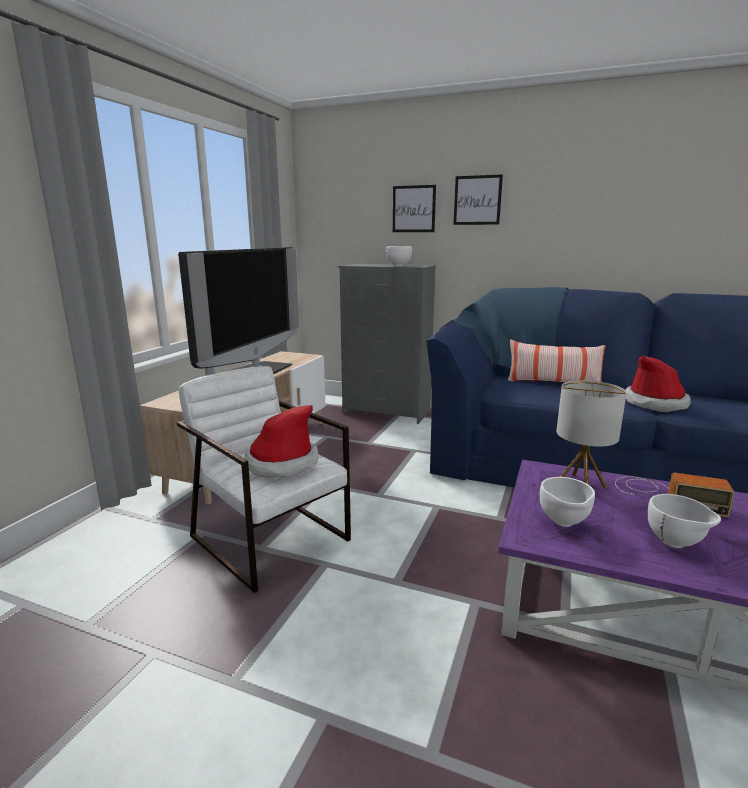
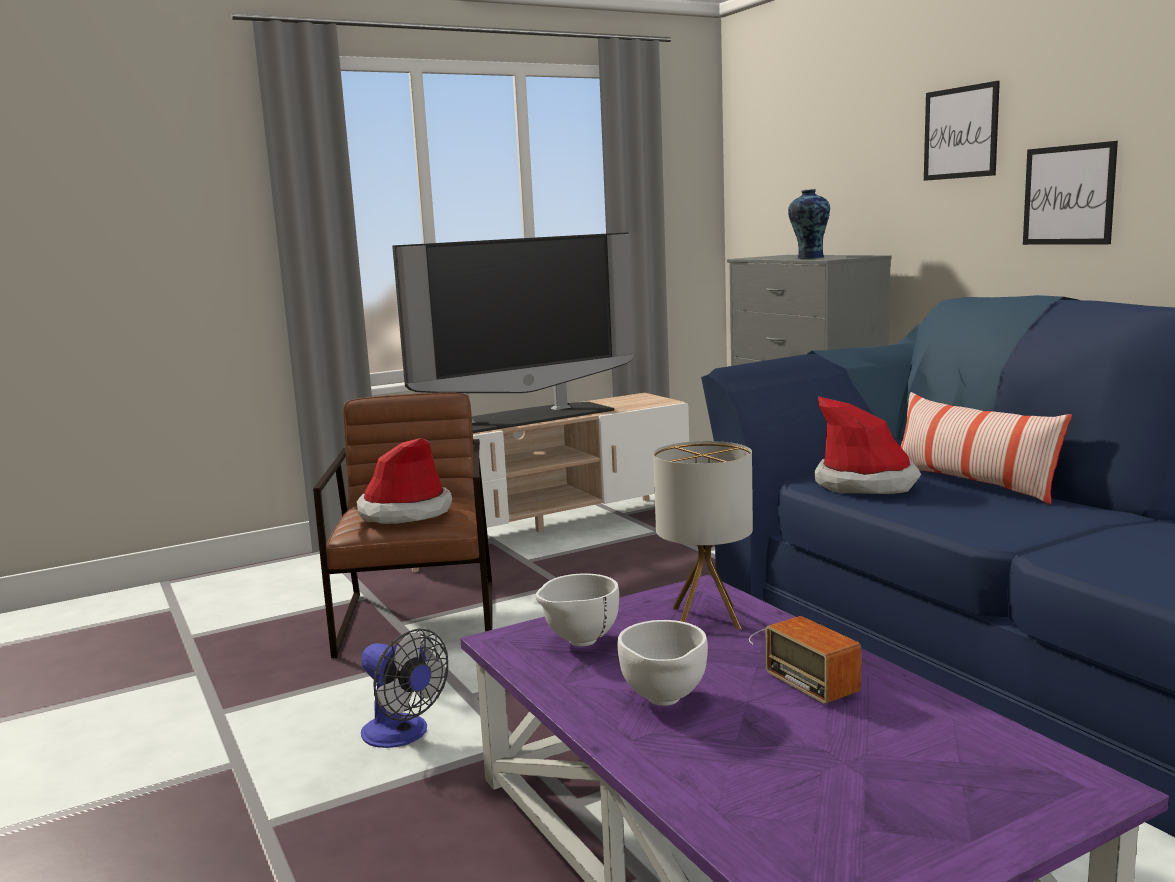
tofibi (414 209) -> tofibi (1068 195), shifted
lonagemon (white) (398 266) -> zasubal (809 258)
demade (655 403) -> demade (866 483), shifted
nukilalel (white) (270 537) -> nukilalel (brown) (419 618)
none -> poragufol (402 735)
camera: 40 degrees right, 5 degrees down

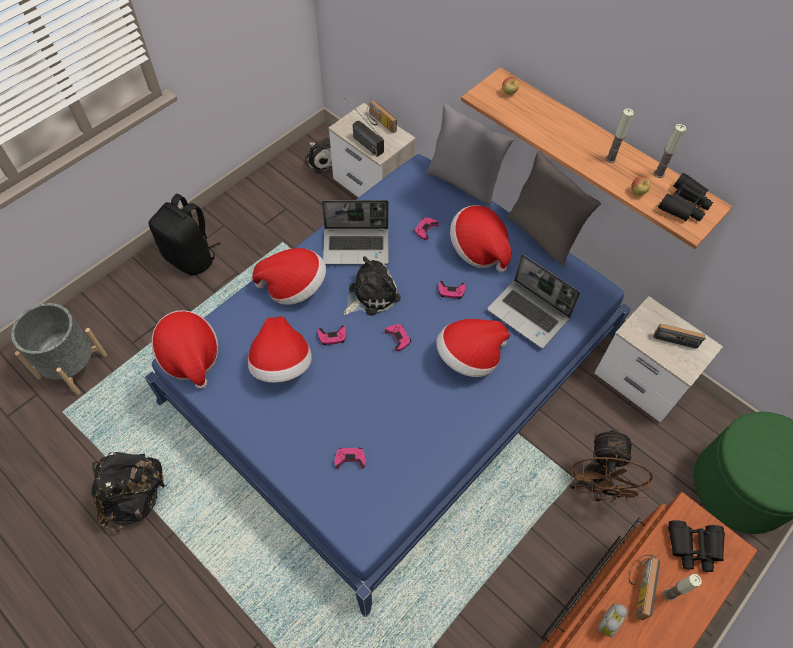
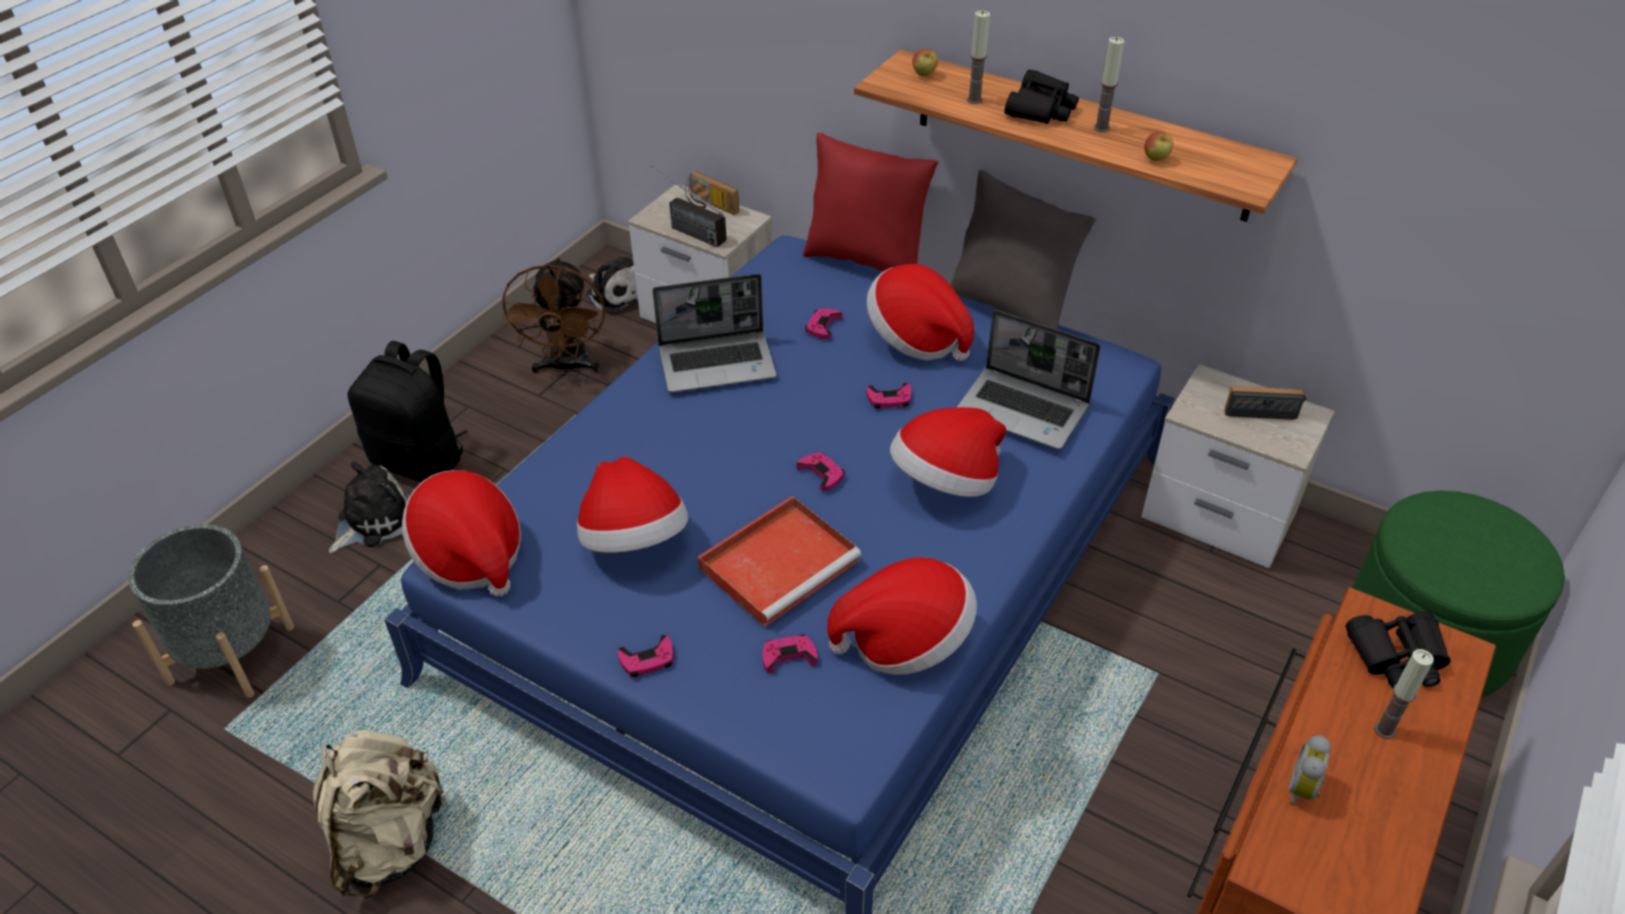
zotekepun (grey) (464 182) -> zotekepun (red) (866 259)
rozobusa (659 174) -> rozobusa (974 100), shifted
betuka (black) (684 204) -> betuka (black) (1040 109), shifted
demade (294 287) -> demade (905 640), shifted
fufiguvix (371 295) -> fufiguvix (373 520), shifted
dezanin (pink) (332 337) -> dezanin (pink) (647 660), shifted
poragufol (brown) (595 487) -> poragufol (brown) (566 367), shifted
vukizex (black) (135 497) -> vukizex (beige) (390 843)
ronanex (638 587) -> none
none -> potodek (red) (780 562)
camera: 10 degrees left, 15 degrees down

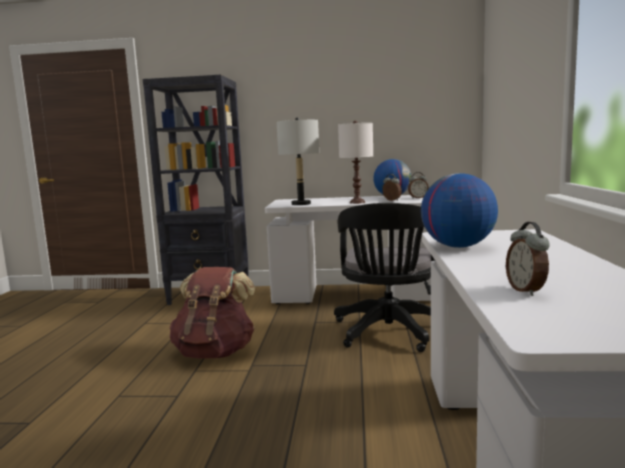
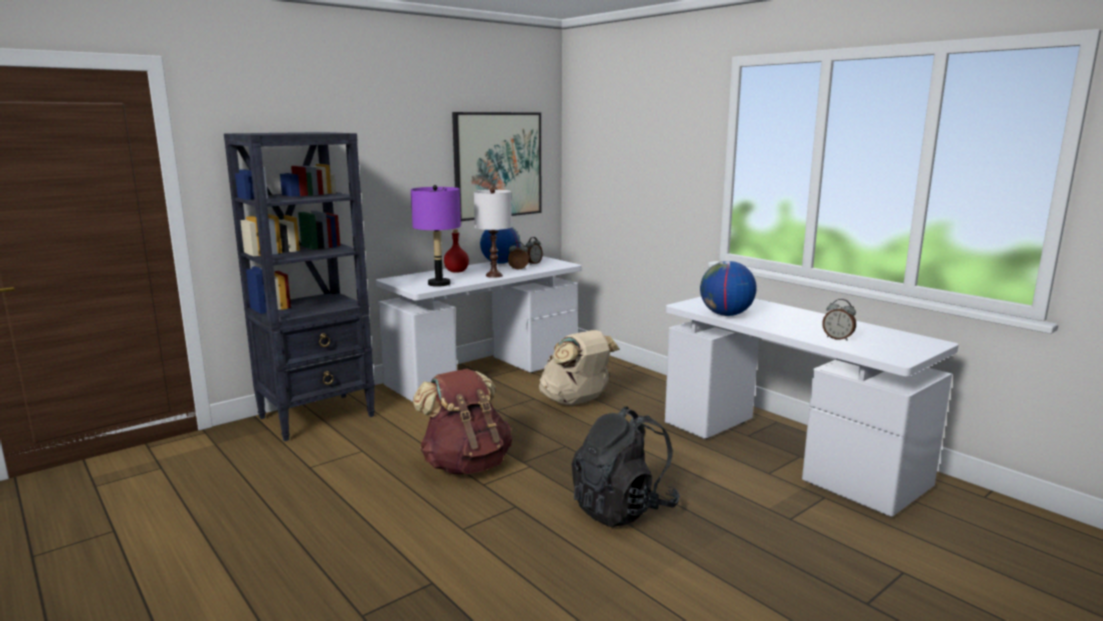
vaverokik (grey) (301 204) -> vaverokik (purple) (439 284)
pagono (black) (388 333) -> vukizex (beige) (576 401)
none -> tofibi (497 165)
none -> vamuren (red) (457 271)
none -> vukizex (black) (623 509)
camera: 45 degrees left, 5 degrees up

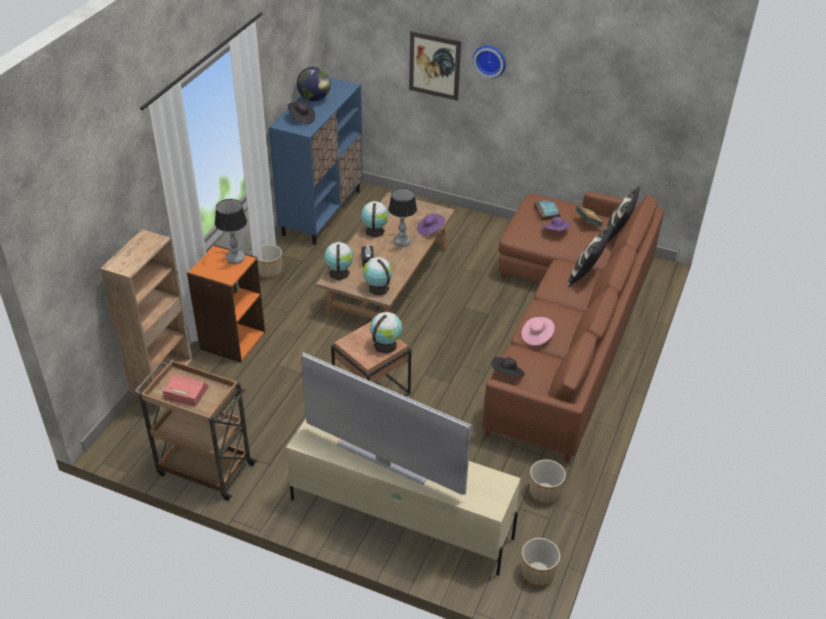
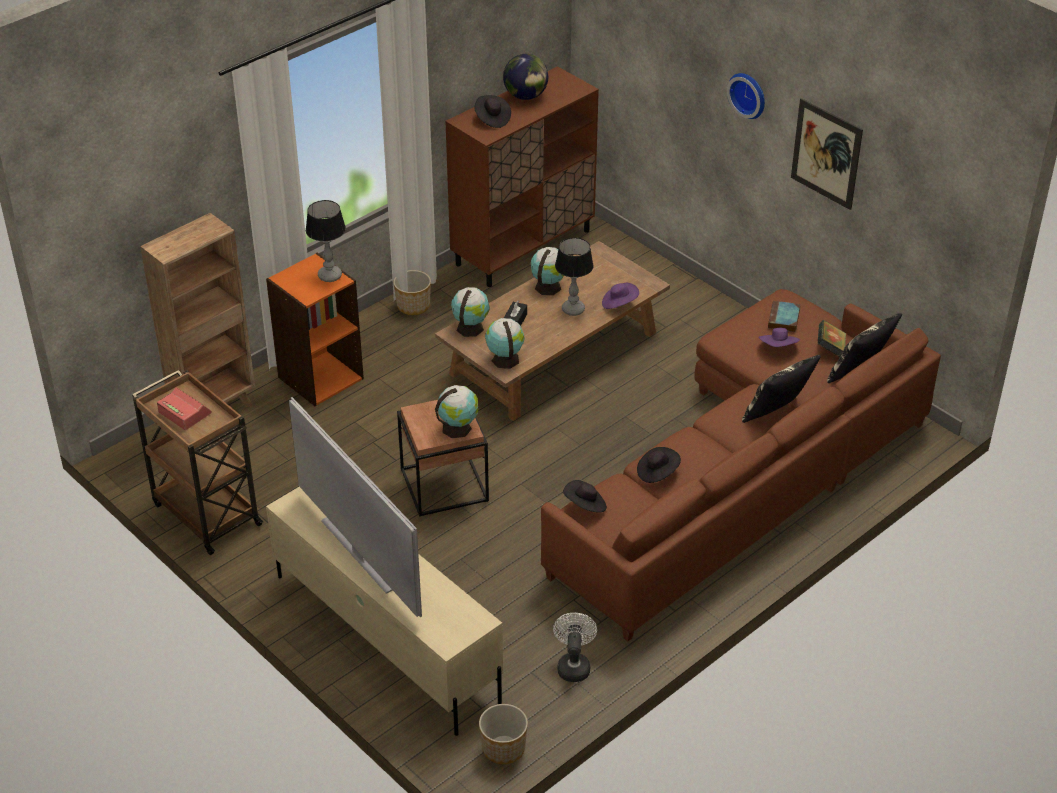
tofibi (434 65) -> tofibi (826 153), shifted
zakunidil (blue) (322 212) -> zakunidil (brown) (523 247)
demade (pink) (537 336) -> demade (black) (657 472)
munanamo (544 492) -> poragufol (white) (573 665)
camera: 25 degrees right, 0 degrees up

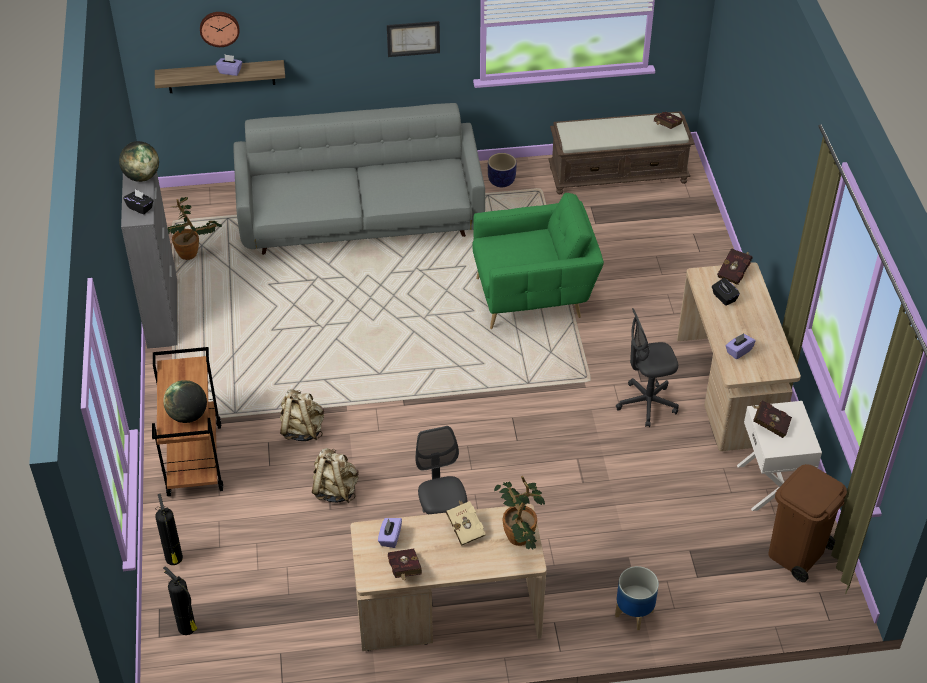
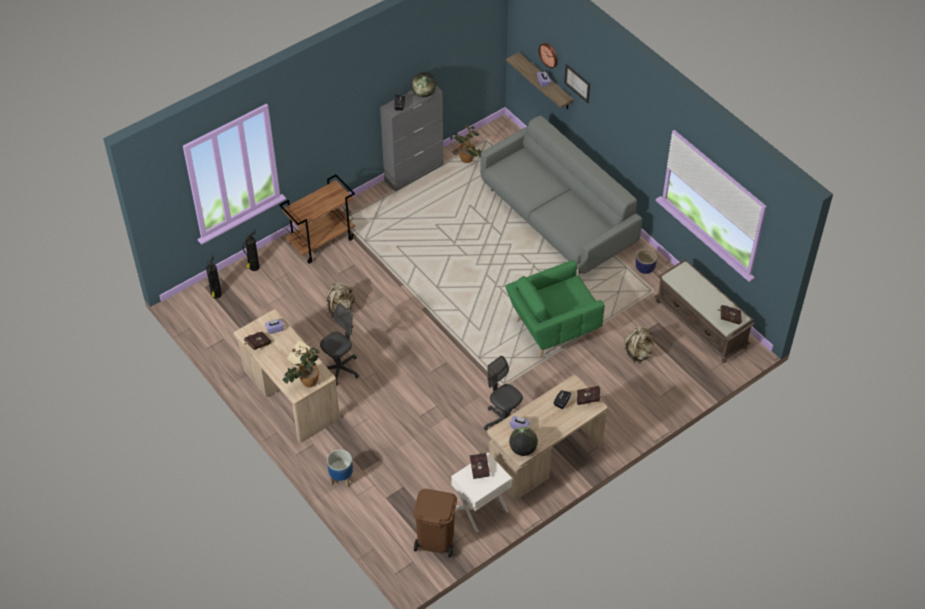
tofibi (413 38) -> tofibi (577 83), shifted
nukilalel (green) (533 297) -> nukilalel (green) (552 329), 105 degrees clockwise
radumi (188 415) -> radumi (523 449), shifted
vukizex (beige) (302 430) -> vukizex (beige) (638 353), shifted
camera: 60 degrees right, 5 degrees up

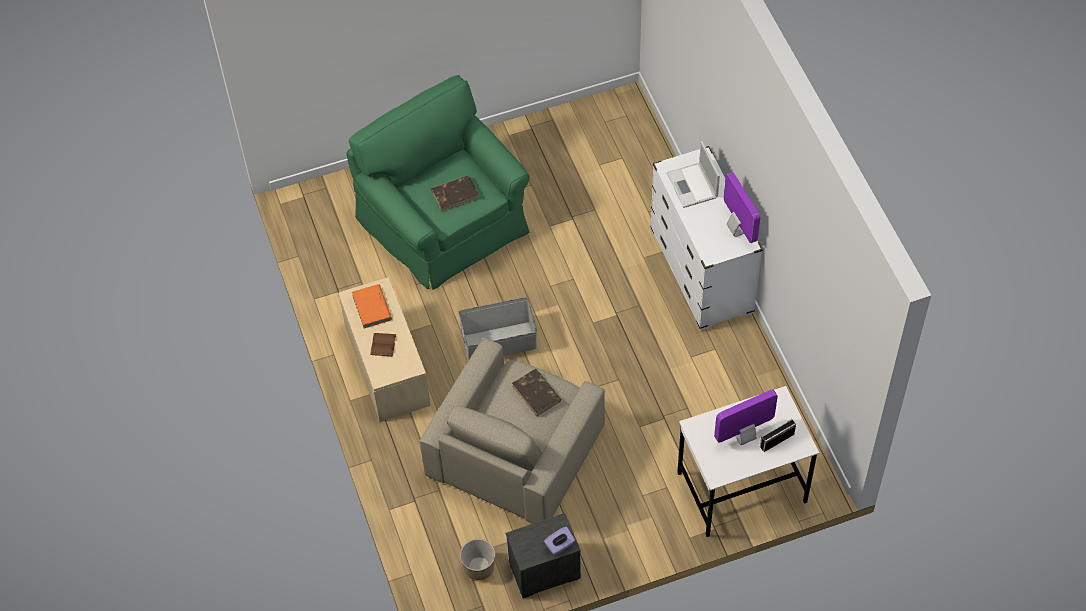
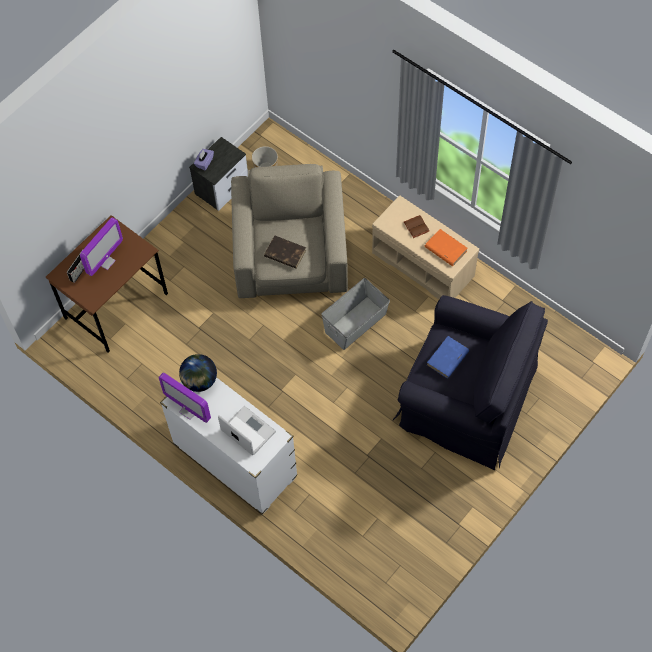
nukilalel (green) (445 222) -> nukilalel (black) (465 398)
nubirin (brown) (455 194) -> nubirin (blue) (447 358)
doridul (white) (741 488) -> doridul (brown) (116 305)
none -> radumi (199 381)
camera: 150 degrees right, 5 degrees up

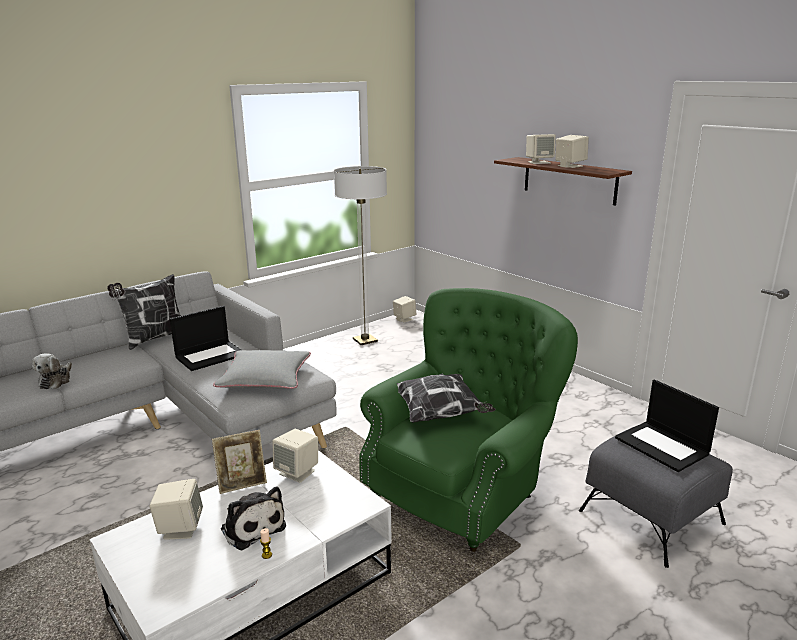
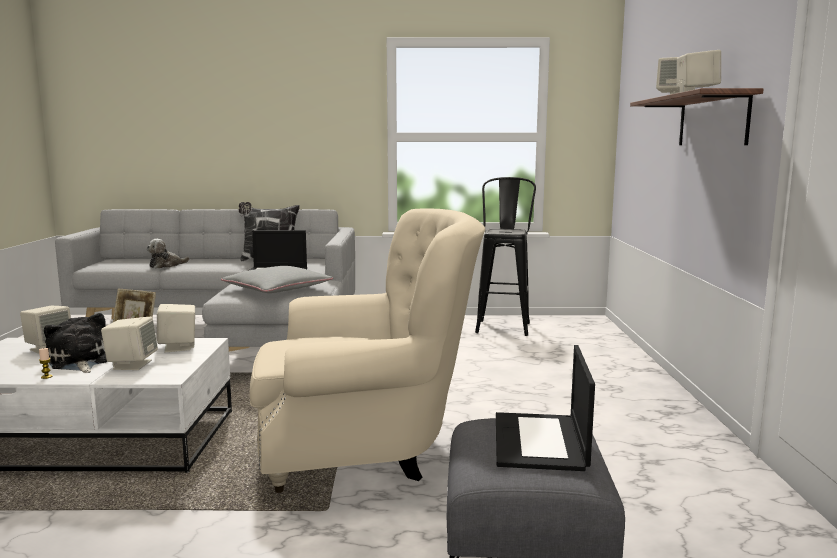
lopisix (365 340) -> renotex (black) (503 325)
nukilalel (green) (463 490) -> nukilalel (beige) (365 449)
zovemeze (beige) (404 319) -> zovemeze (beige) (132 364), shifted
zotekepun (440 414) -> none
fufiguvix (252 526) -> fufiguvix (80 361), 150 degrees clockwise
camera: 40 degrees right, 10 degrees down

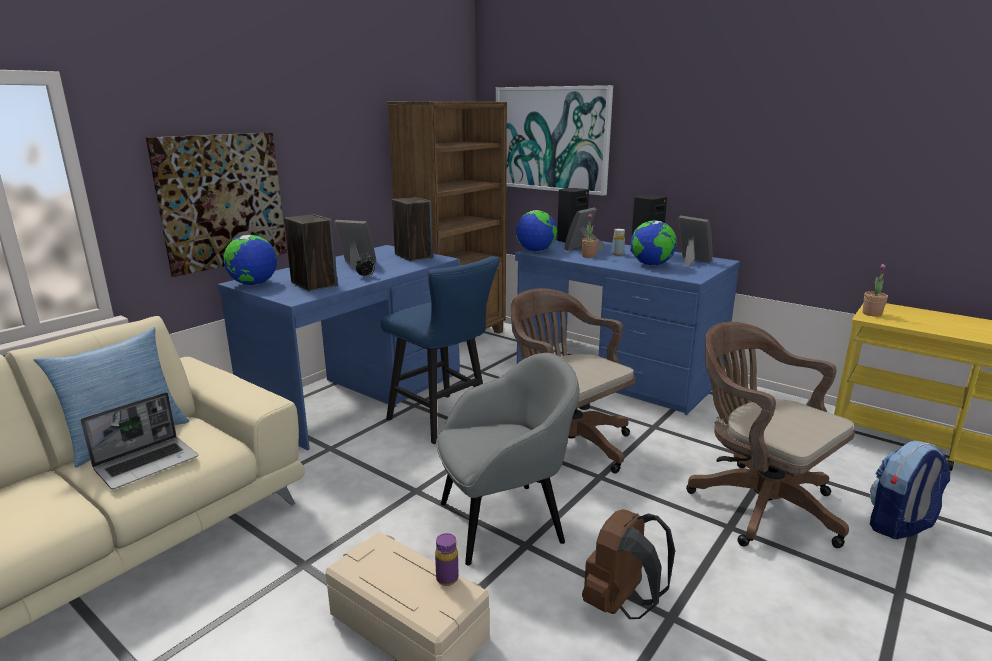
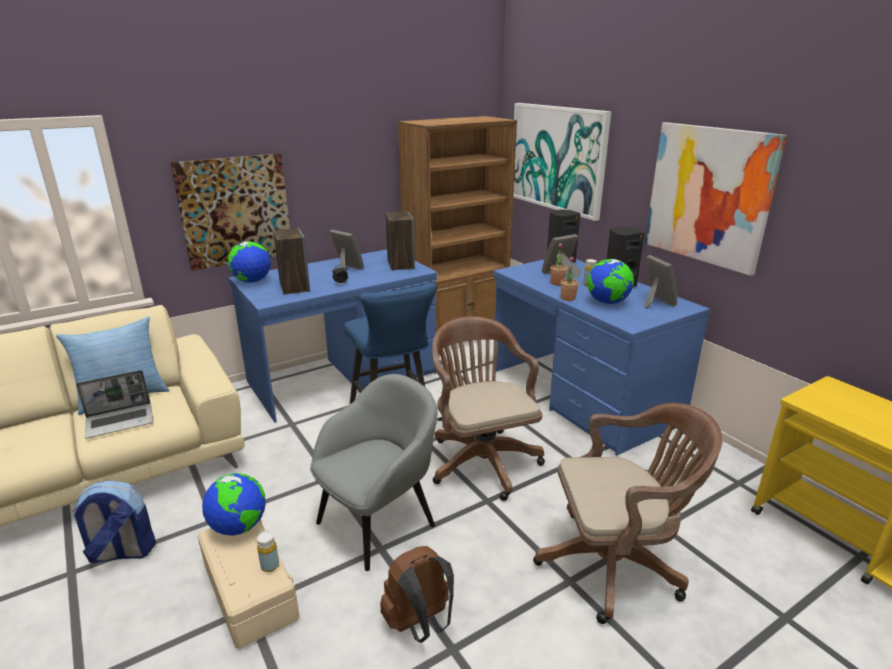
radumi (536 251) -> radumi (239 527), shifted
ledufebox (872 314) -> ledufebox (568 298), shifted
pagono (brown) (757 503) -> pagono (brown) (616 564), 105 degrees clockwise
nukilalel (grey) (504 521) -> nukilalel (grey) (378 522), 45 degrees counterclockwise
vukizex (899 525) -> vukizex (121 552), shifted
vamuren (purple) (447 578) -> vamuren (yellow) (270 566)
none -> tofibi (708 195)
camera: 20 degrees right, 5 degrees up

